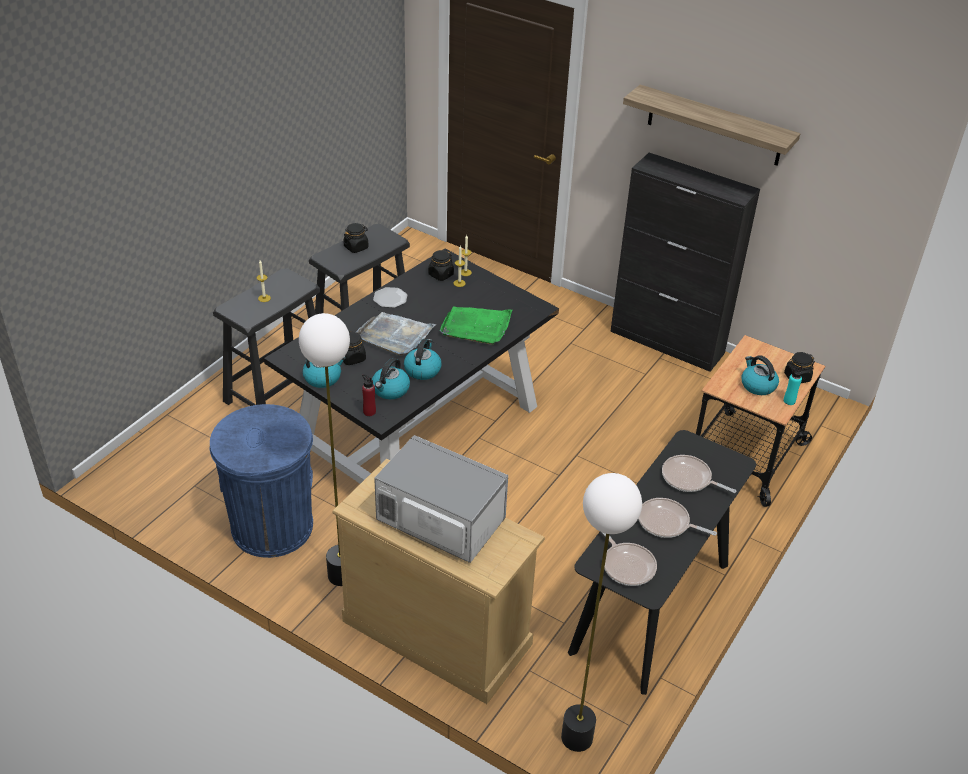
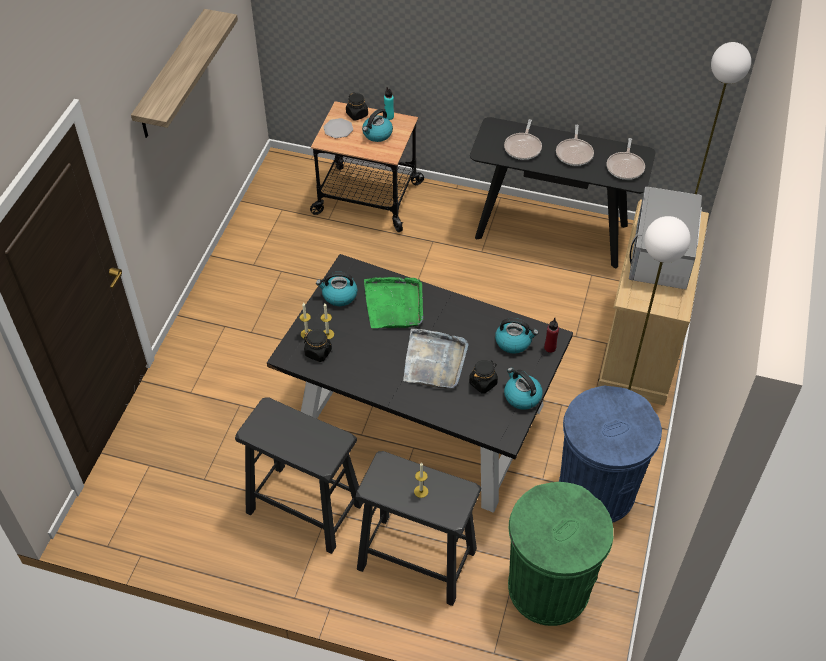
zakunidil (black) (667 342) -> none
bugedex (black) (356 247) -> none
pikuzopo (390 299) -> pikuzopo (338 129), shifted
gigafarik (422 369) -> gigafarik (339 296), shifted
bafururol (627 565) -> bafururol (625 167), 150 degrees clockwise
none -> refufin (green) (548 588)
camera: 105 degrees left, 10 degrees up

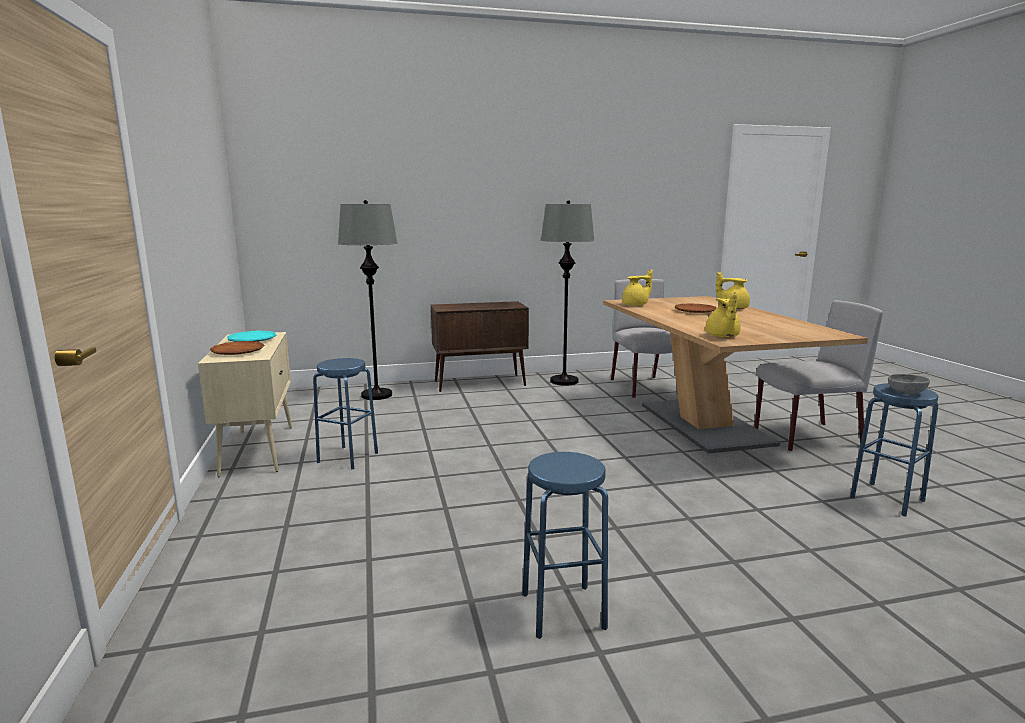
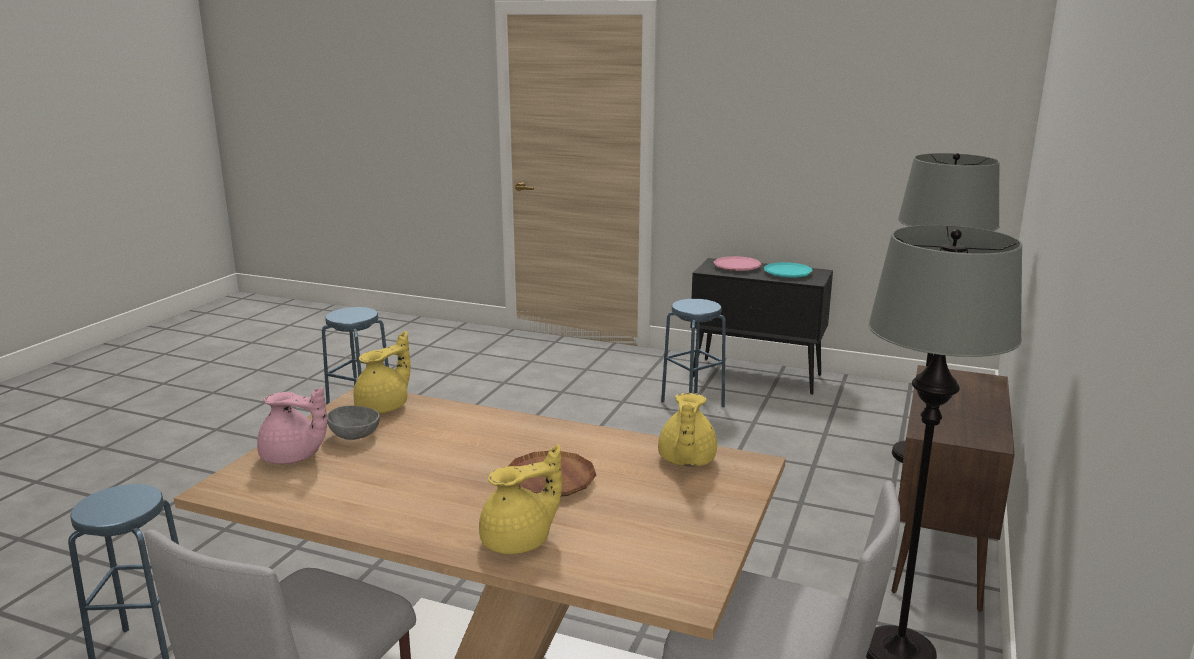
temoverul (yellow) (722 336) -> temoverul (yellow) (385 407), 90 degrees clockwise
zakunidil (beige) (258 449) -> zakunidil (black) (757 376)
pikuzopo (brown) (238 351) -> pikuzopo (pink) (737 267)
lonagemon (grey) (905 392) -> lonagemon (grey) (355 435), shifted
none -> temoverul (pink) (293 458)
camera: 125 degrees right, 5 degrees up

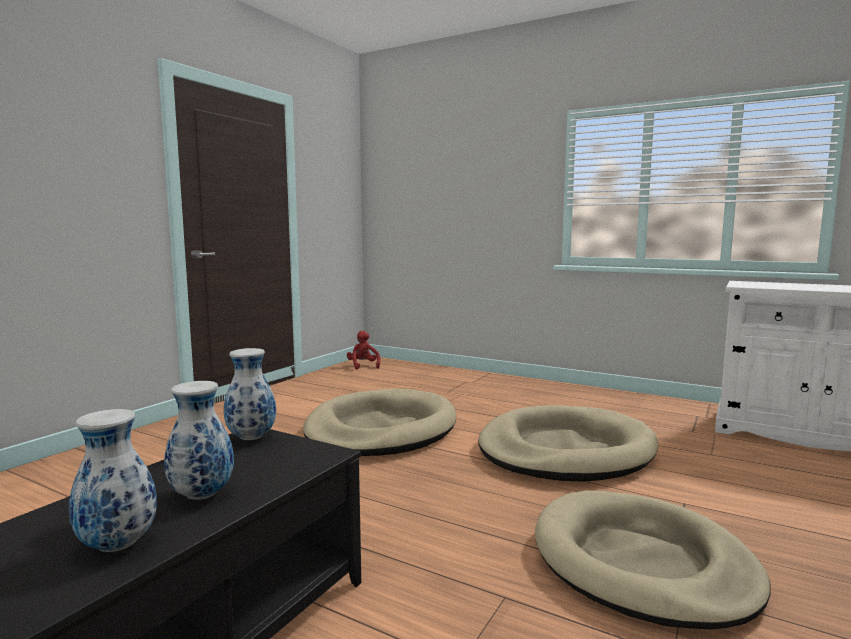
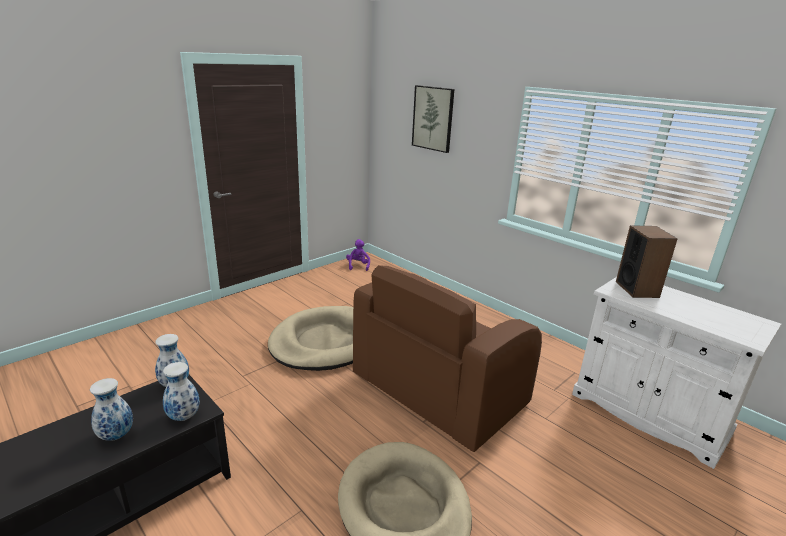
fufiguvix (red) (363 366) -> fufiguvix (purple) (358 266)
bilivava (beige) (565 451) -> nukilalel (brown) (437 390)
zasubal (120 544) -> zasubal (184 416), shifted
none -> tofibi (433 118)
none -> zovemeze (637 289)
camera: 15 degrees right, 15 degrees up

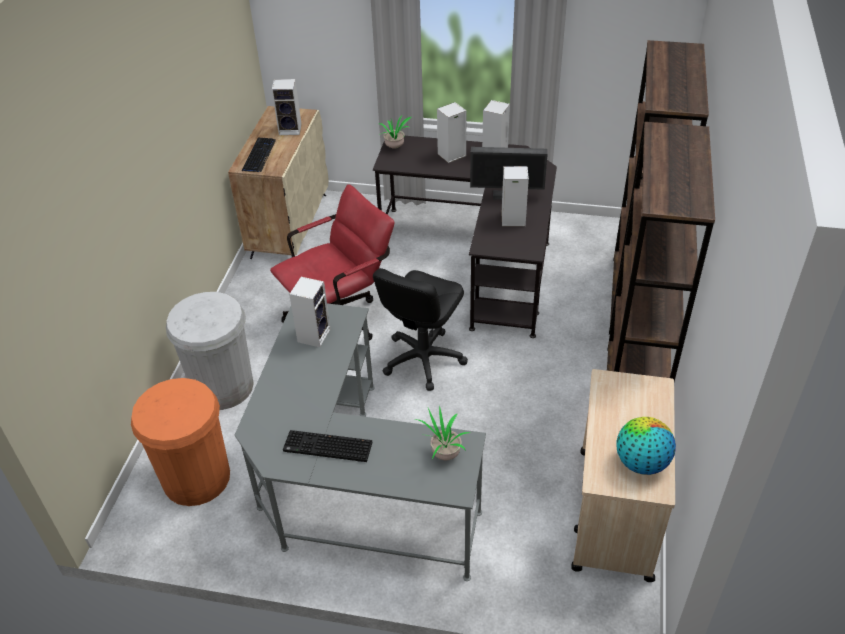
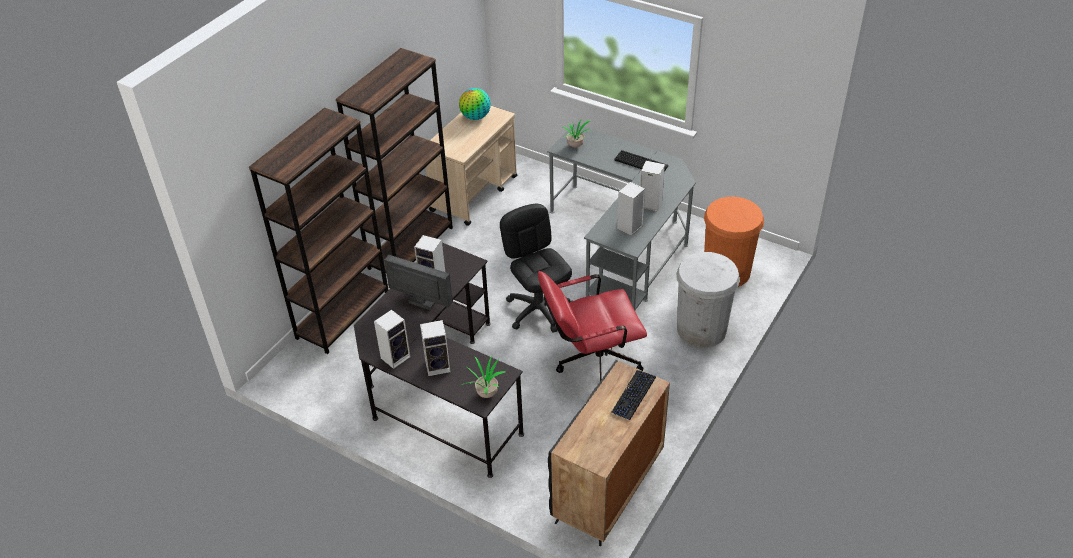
zovemeze (291 129) -> zovemeze (649 204), shifted
zakunidil (beige) (289 225) -> zakunidil (black) (608 488)
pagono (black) (423 359) -> pagono (black) (539 310), 75 degrees counterclockwise
camera: 160 degrees left, 0 degrees up

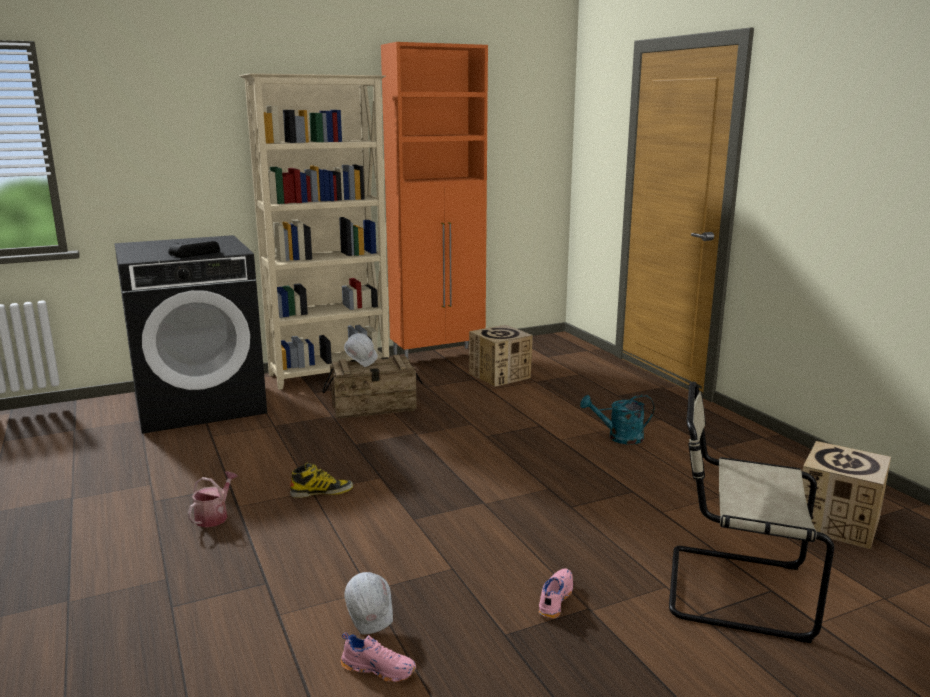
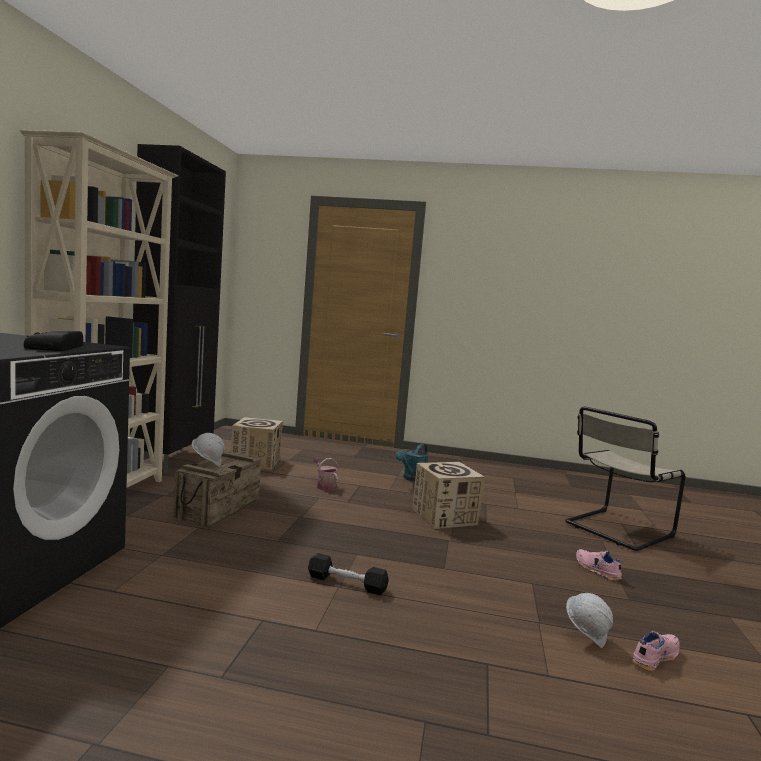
zakunidil (orange) (439 357) -> zakunidil (black) (174 460)
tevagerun (837 523) -> tevagerun (444 517), shifted
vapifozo (322 492) -> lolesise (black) (347 583)
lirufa (214 516) -> lirufa (325 486), shifted
camera: 55 degrees left, 10 degrees down

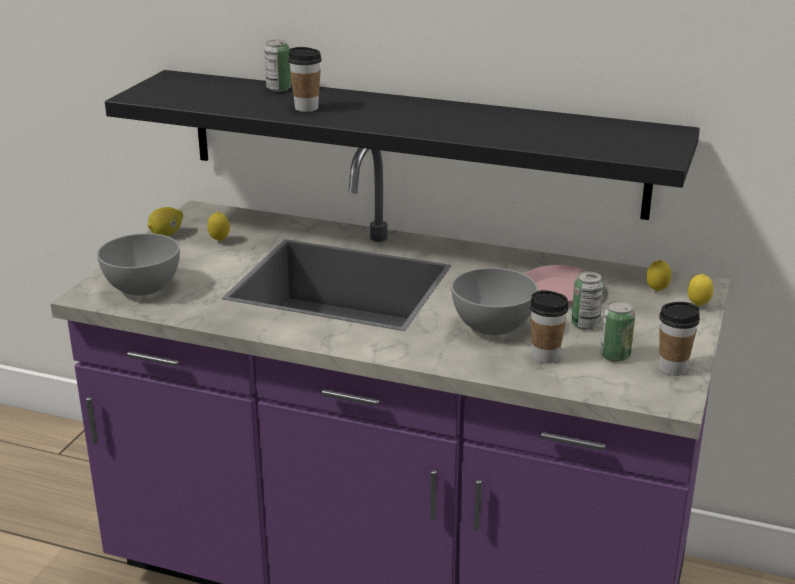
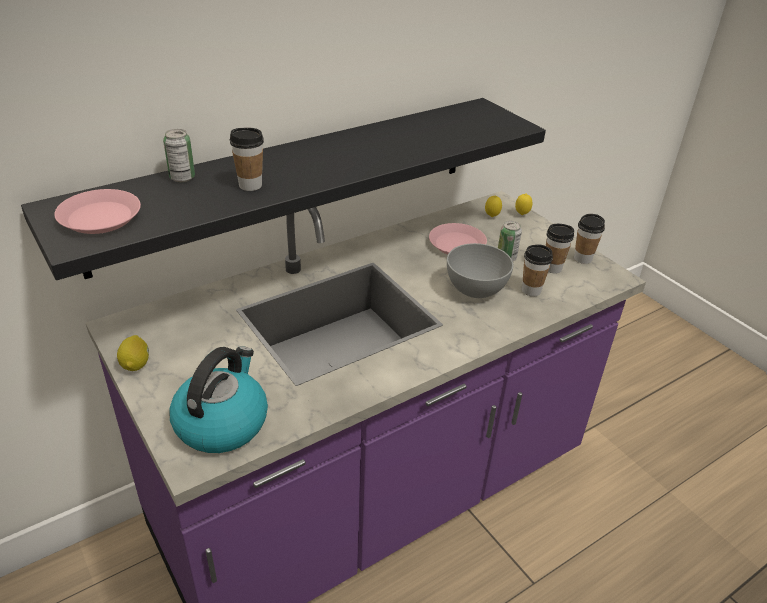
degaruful (219 241) -> none
lonagemon (grey) (142 288) -> gigafarik (222 422)
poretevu (615 356) -> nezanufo (552 268)
none -> pikuzopo (pink) (100 217)
camera: 55 degrees left, 10 degrees up

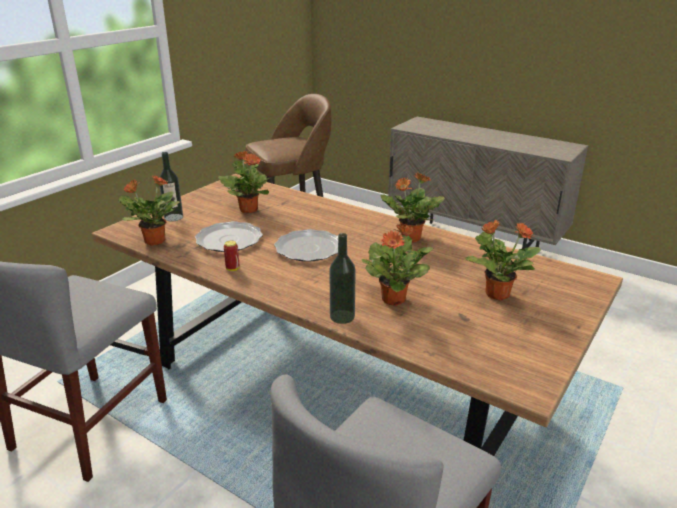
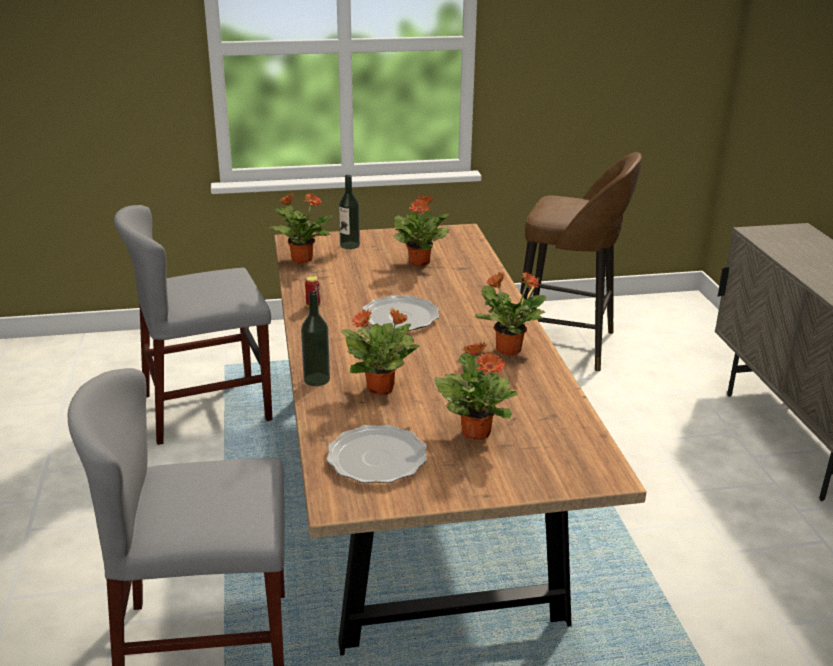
pikuzopo (229 240) -> pikuzopo (377 459), shifted
camera: 45 degrees right, 0 degrees up

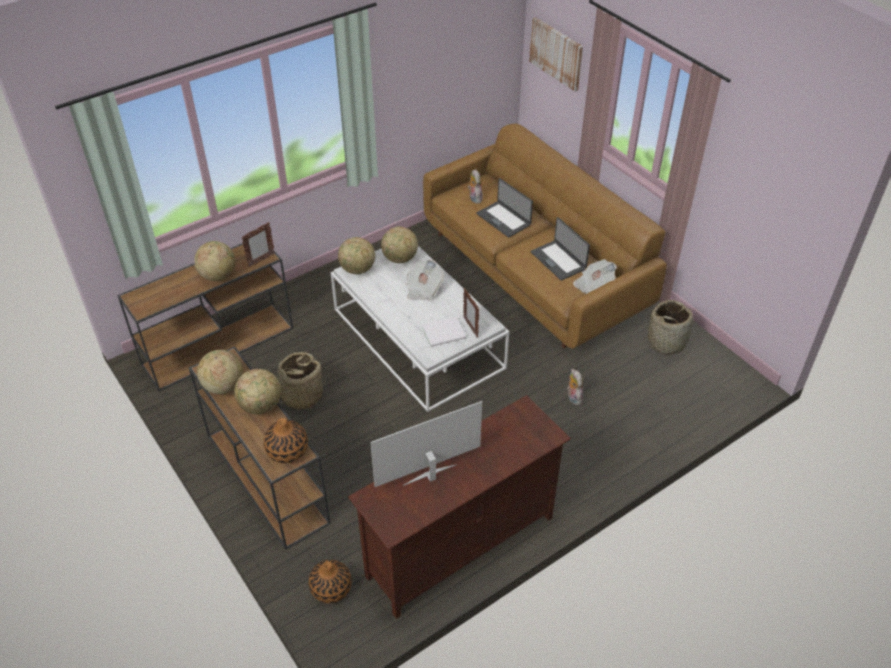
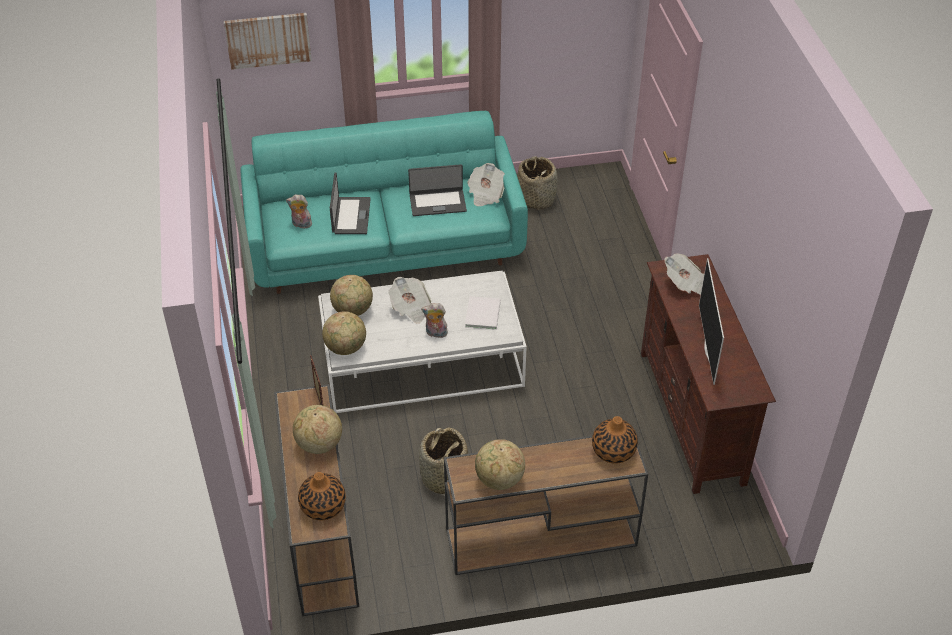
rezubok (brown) (535 270) -> rezubok (turquoise) (385 243)
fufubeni (504 219) -> fufubeni (350 216), 75 degrees counterclockwise
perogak (470 327) -> none
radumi (261 406) -> none
fufiguvix (573 397) -> fufiguvix (435 333), shifted
zasubal (331 588) -> zasubal (323 506), shifted
none -> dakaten (685 284)
camera: 65 degrees left, 0 degrees up

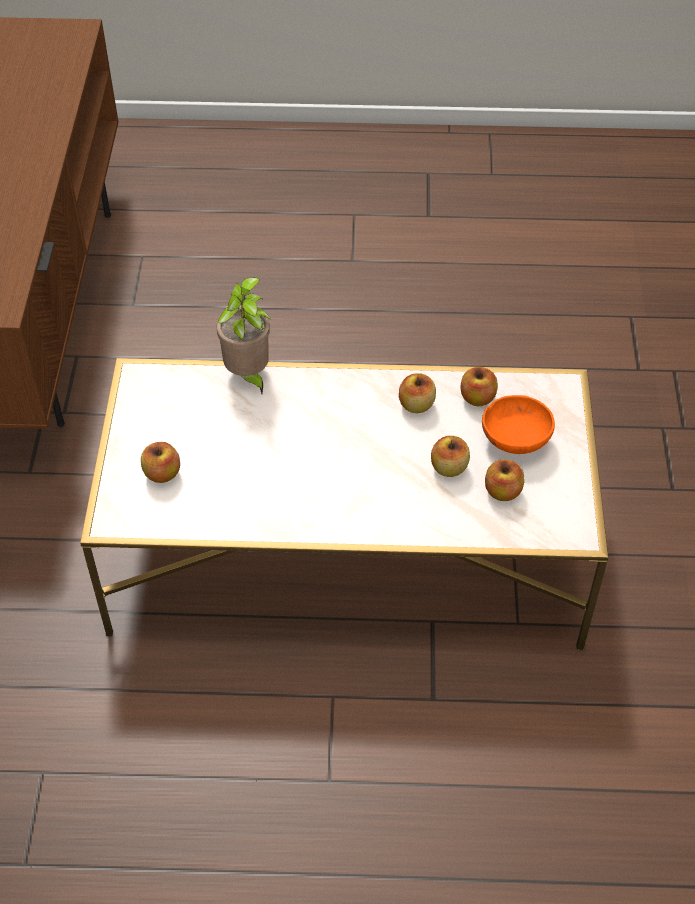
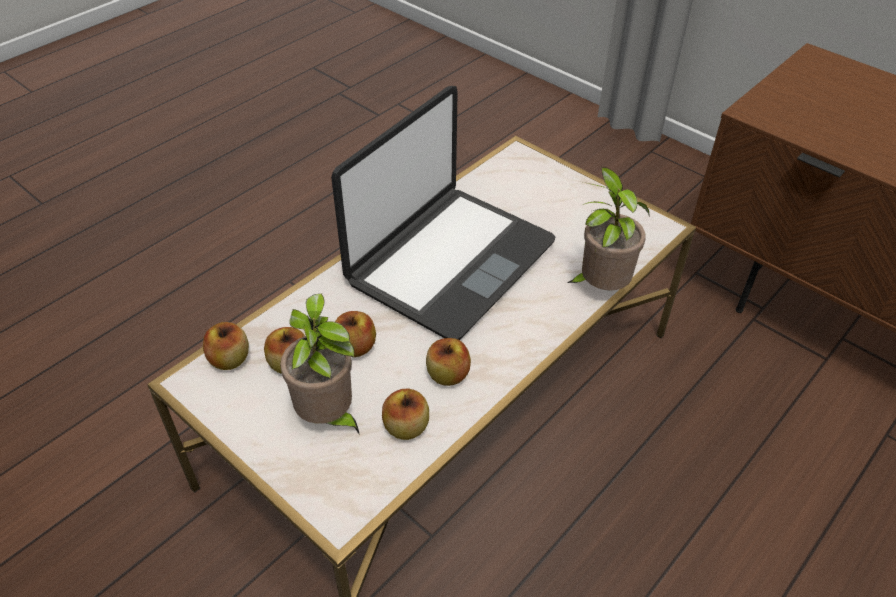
lonagemon (orange) (515 439) -> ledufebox (328 418)
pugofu (162 473) -> pugofu (229 359), shifted
none -> fufubeni (449 261)
camera: 130 degrees right, 5 degrees down

